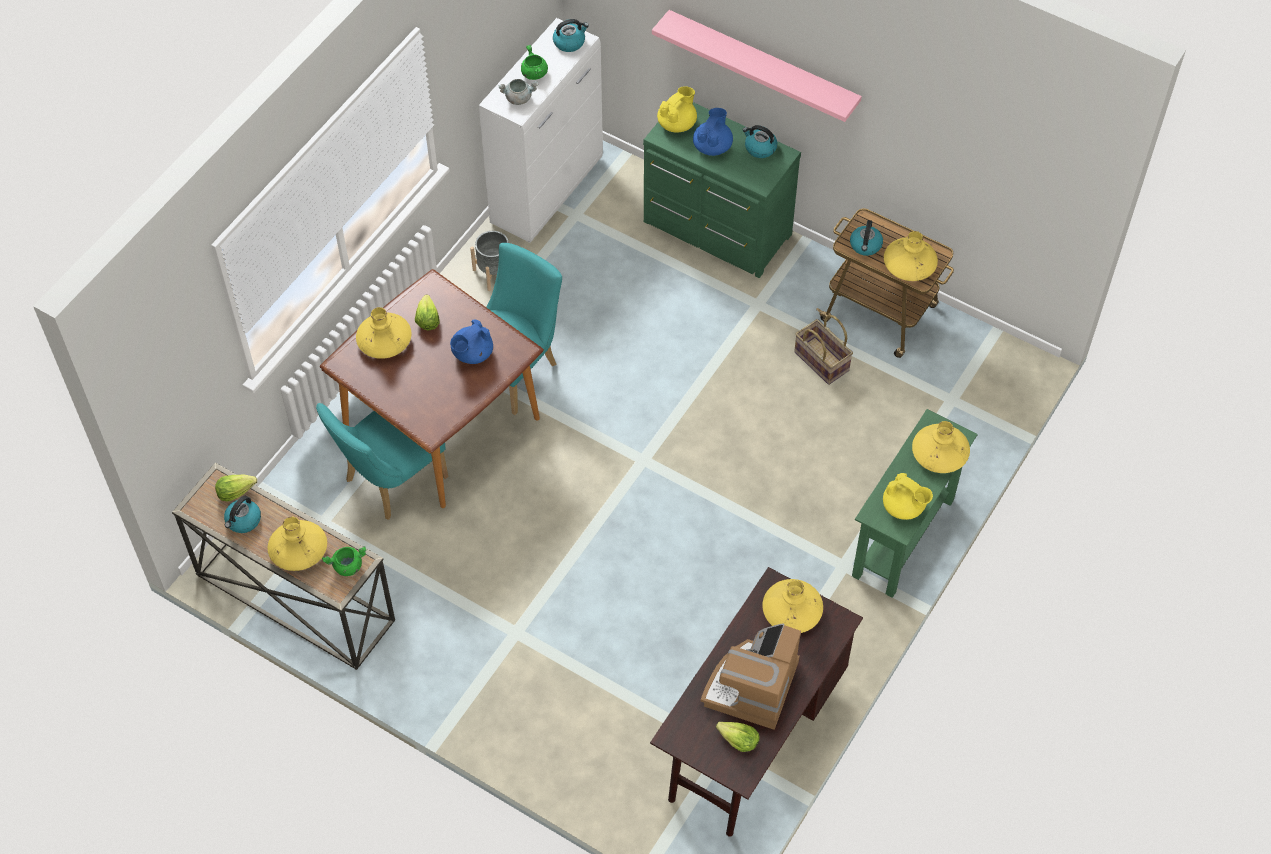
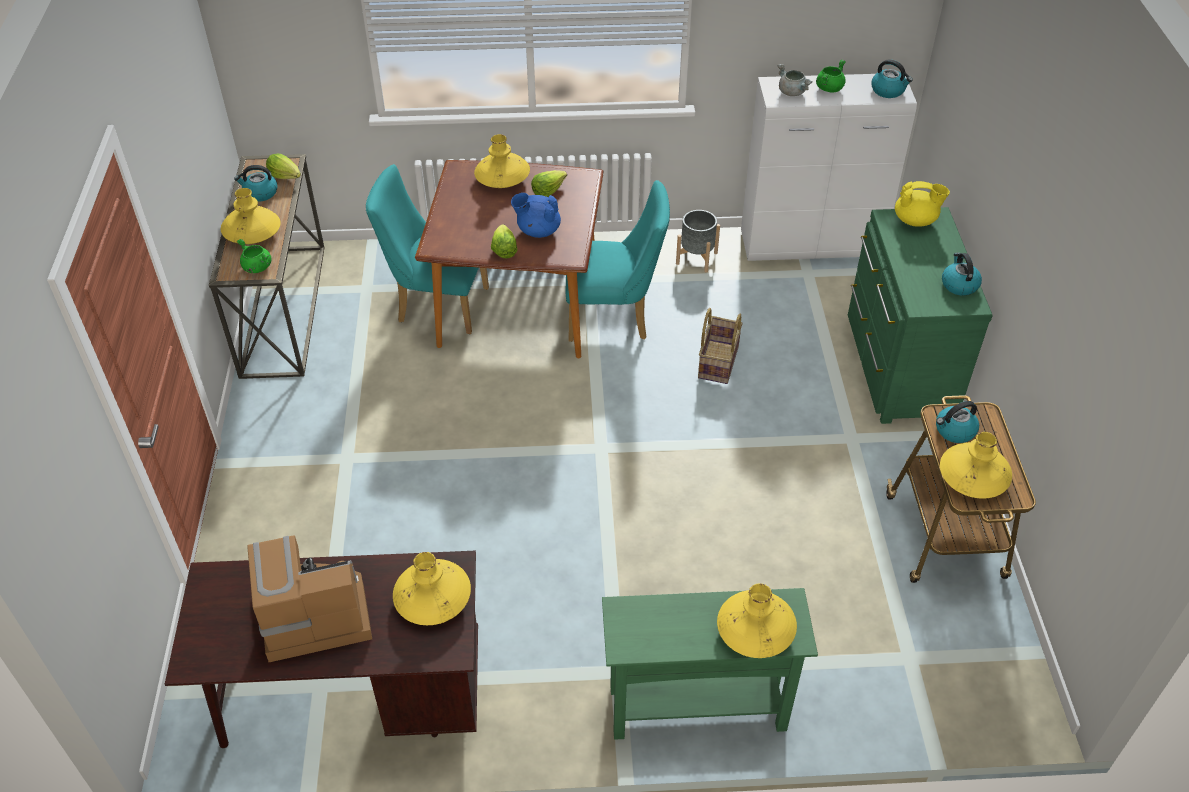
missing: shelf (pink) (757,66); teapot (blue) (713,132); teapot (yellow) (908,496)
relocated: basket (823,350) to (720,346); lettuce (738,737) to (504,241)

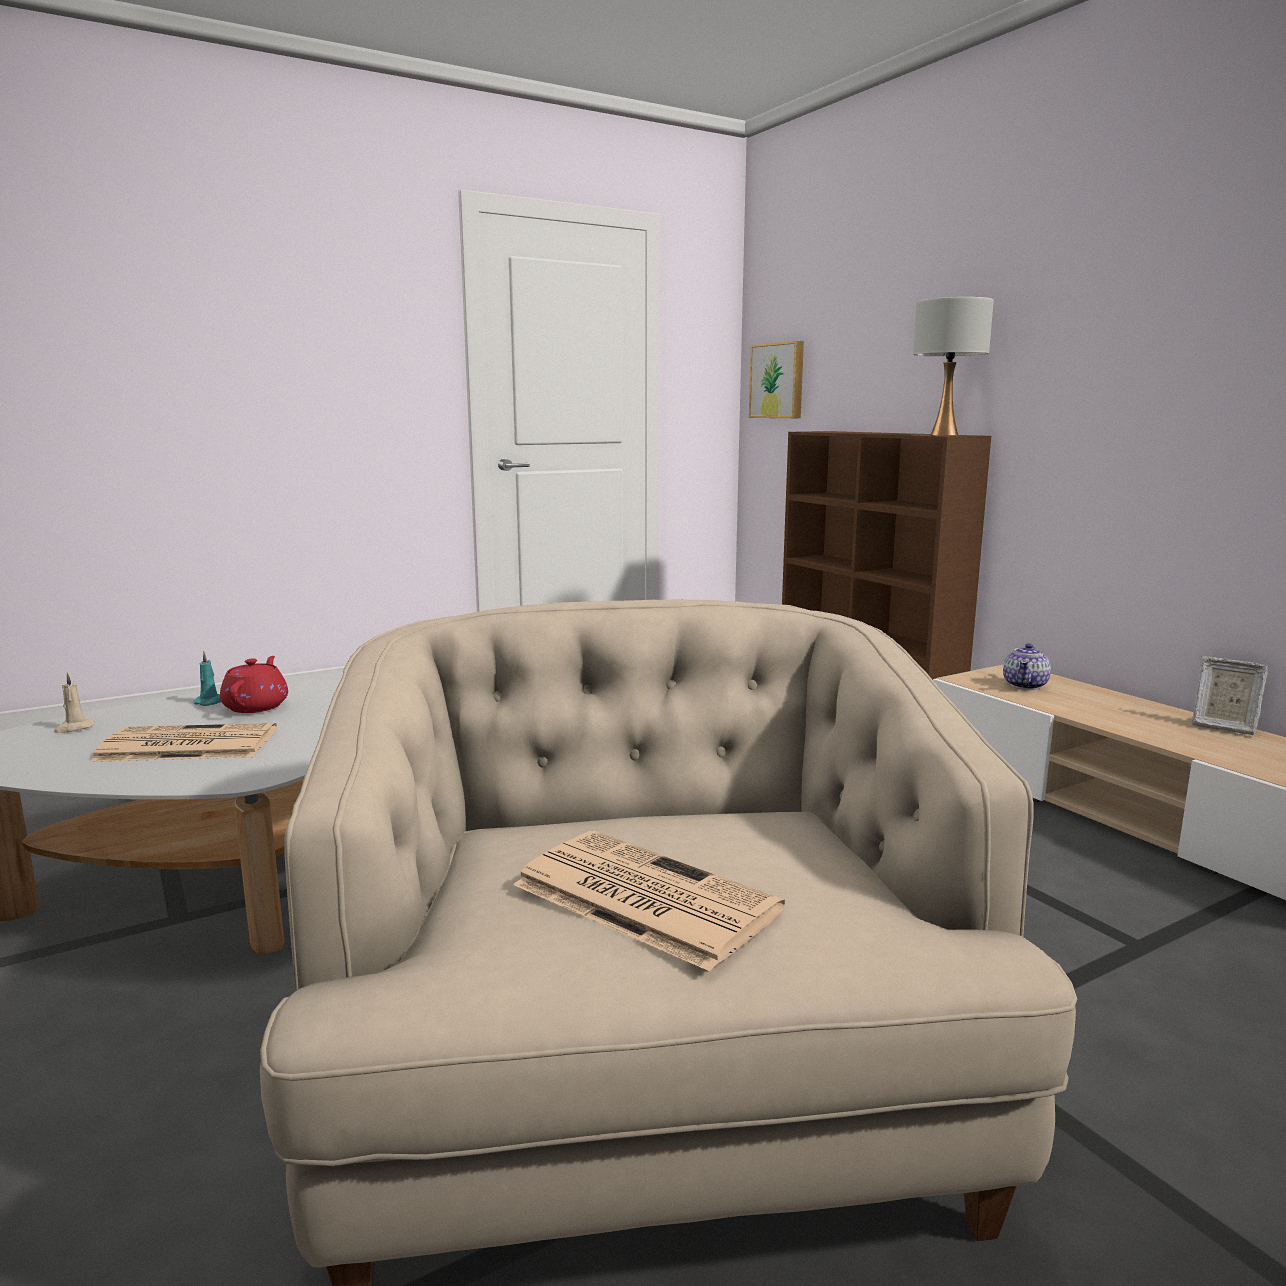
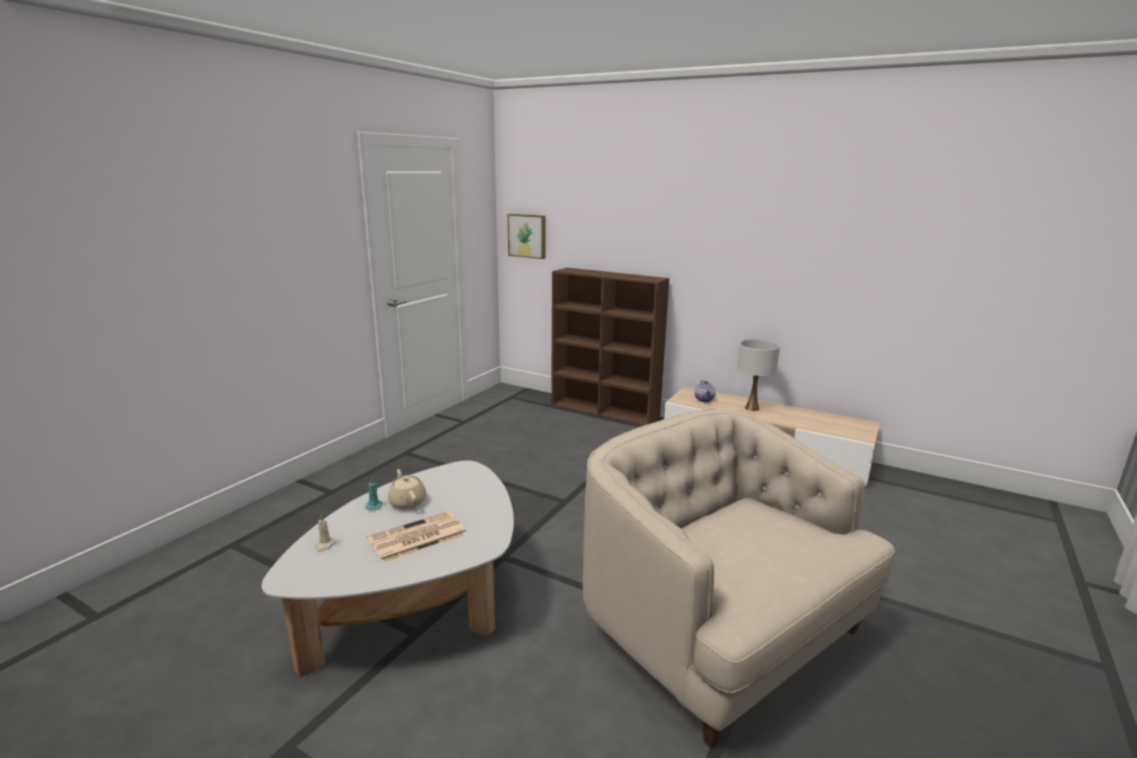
missing: picture frame (1230,695); newspaper (649,901)
relocated: table lamp (white) (953,366) to (758,375)
colour: teapot (red) (254,684) to teapot (beige) (407,489)

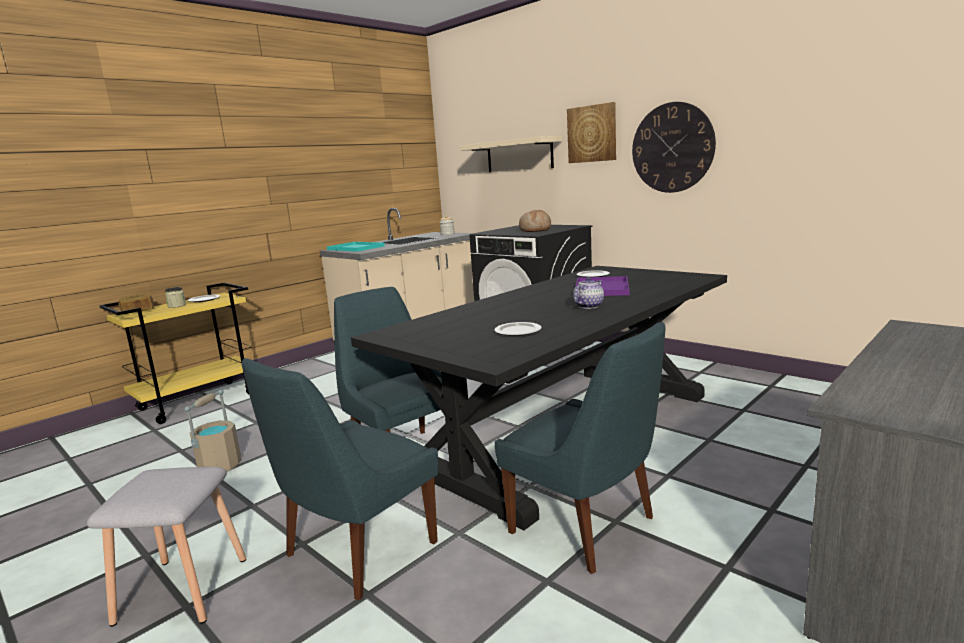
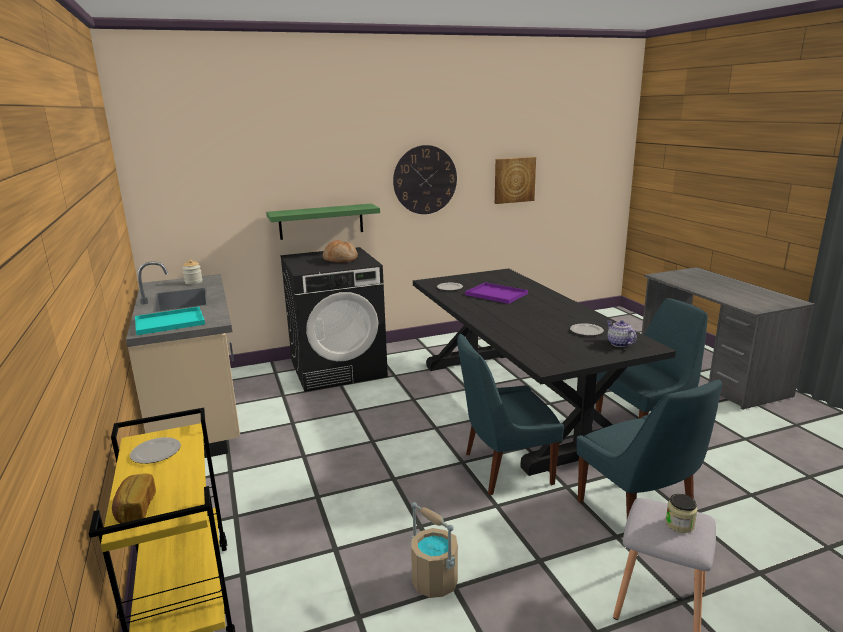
missing: shelf (beige) (511,154)
appeared: shelf (green) (323,222)
relocated: picture (591,132) to (515,180); teapot (588,293) to (622,333); jar (175,297) to (681,513)

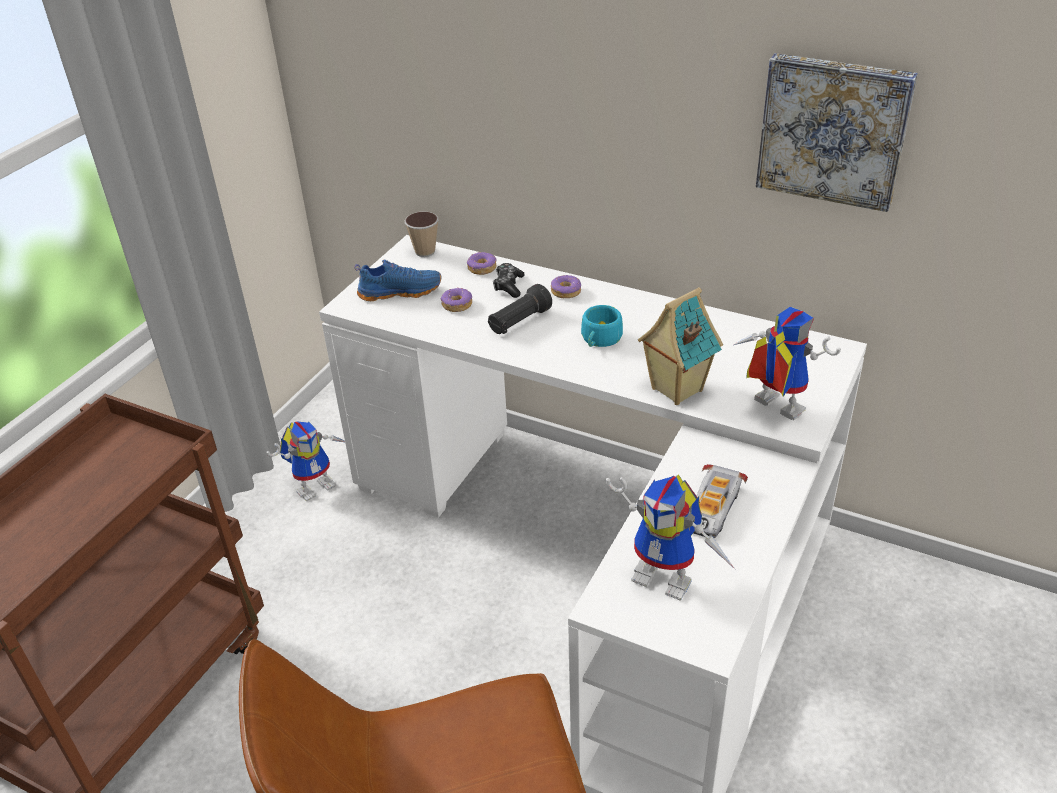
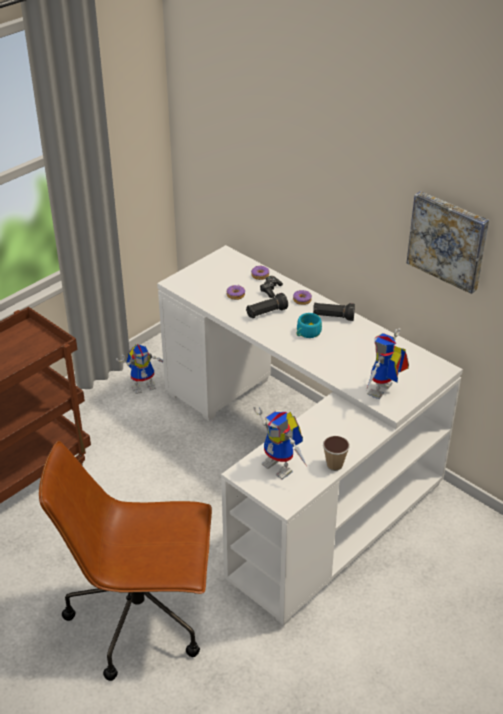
missing: shoe (blue) (397,280); toy house (680,346); toy car (720,501)
appeared: flashlight (black) (334,312)
relocated: cup (421,234) to (336,453)
spun: toy robot (787,363) = (387,363) 120 degrees counterclockwise

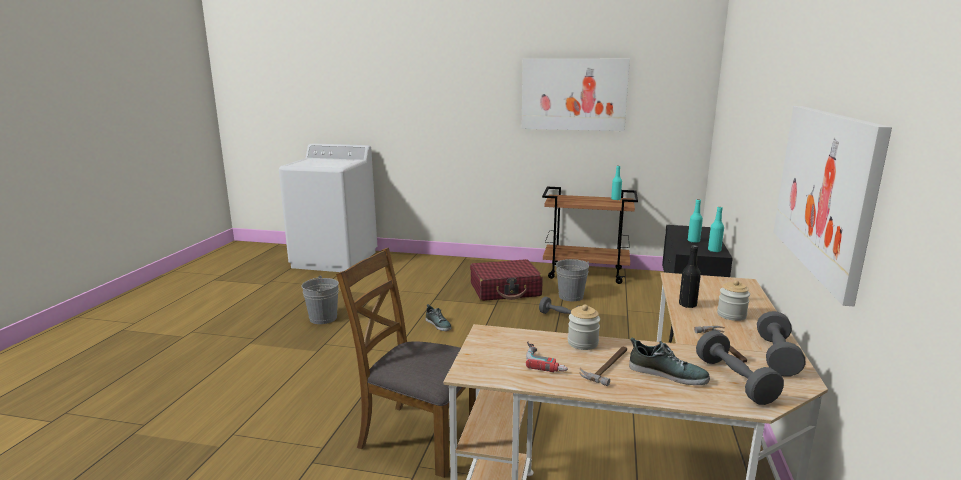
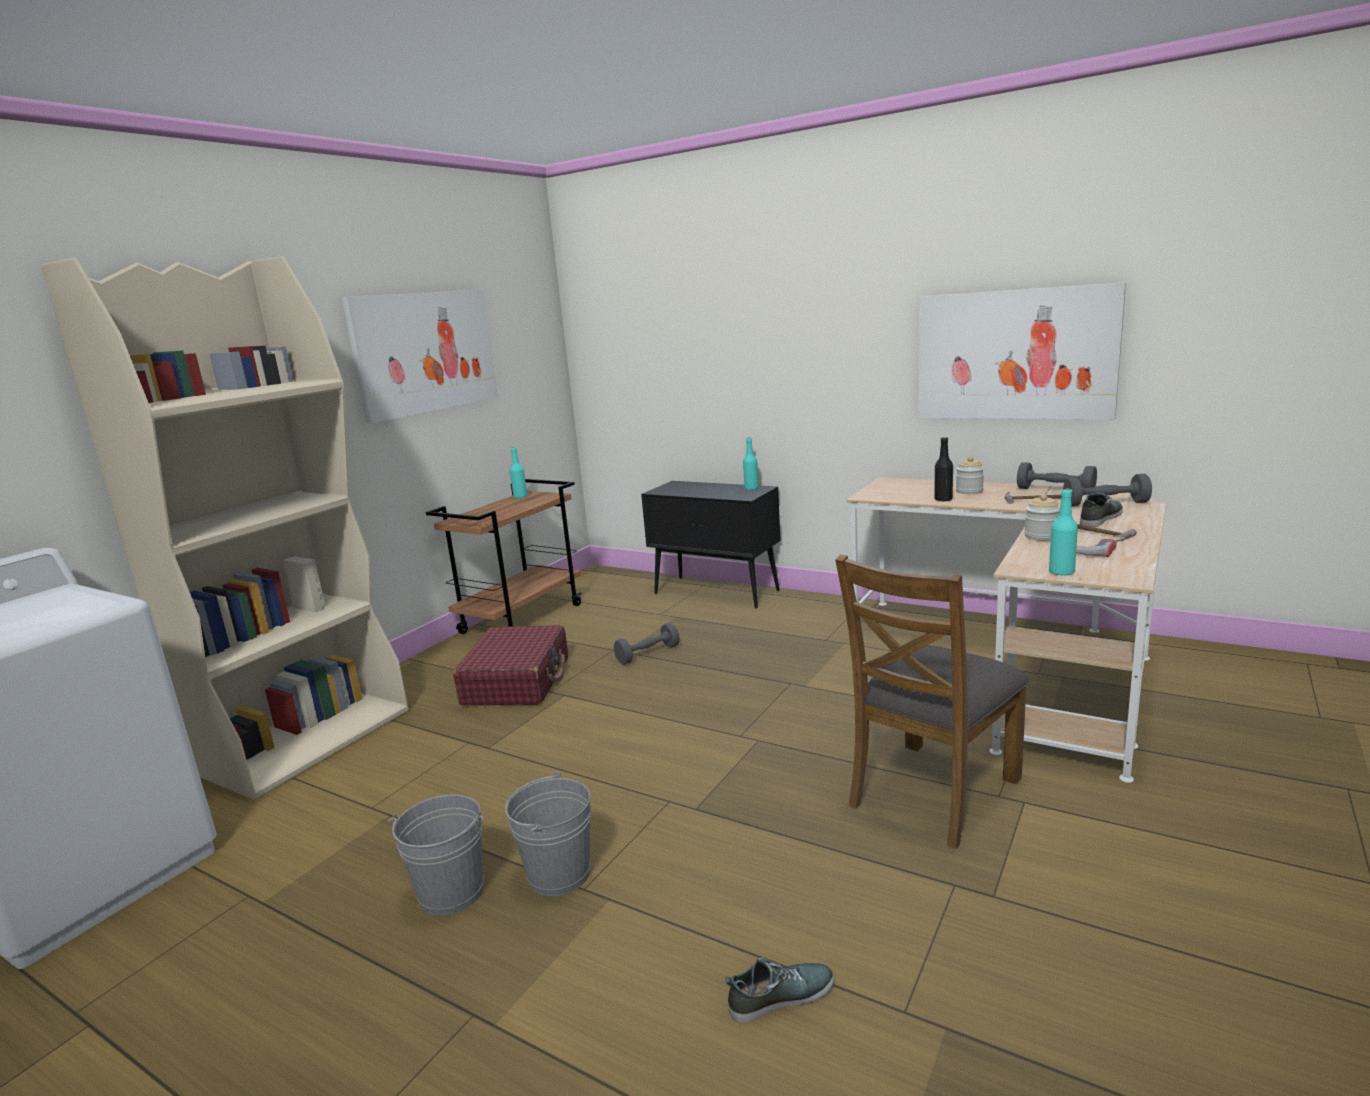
appeared: bookcase (beige) (225,528)
relocated: bottle (turquoise) (695,221) to (1063,532); bucket (grey) (572,280) to (548,834); shoe (438,317) to (779,990)

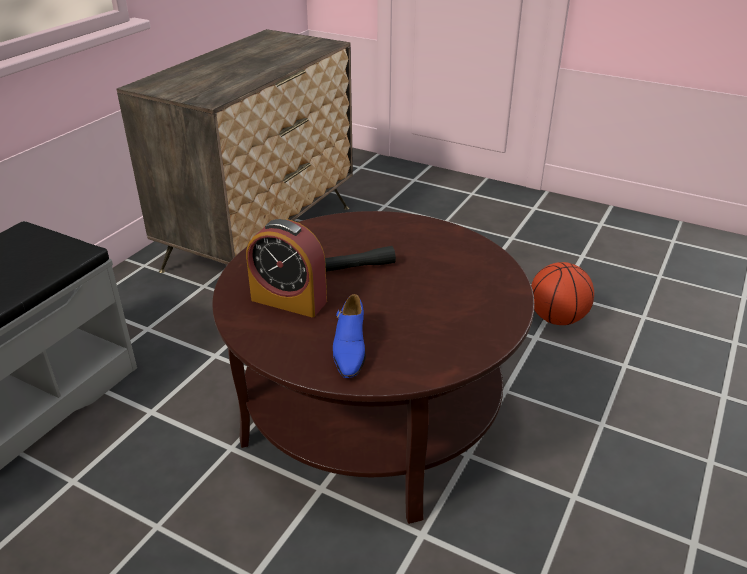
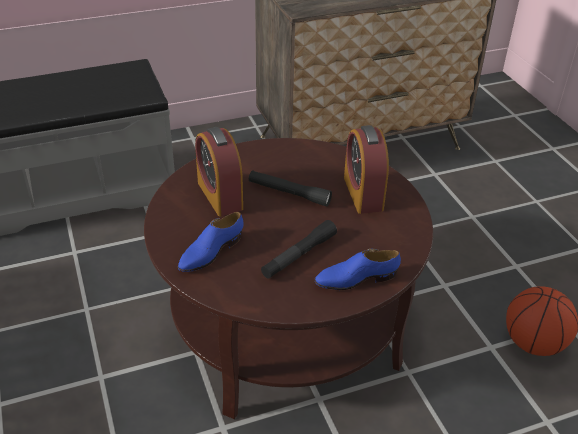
appeared: alarm clock (366,169); flashlight (black) (299,249); shoe (blue) (358,269)

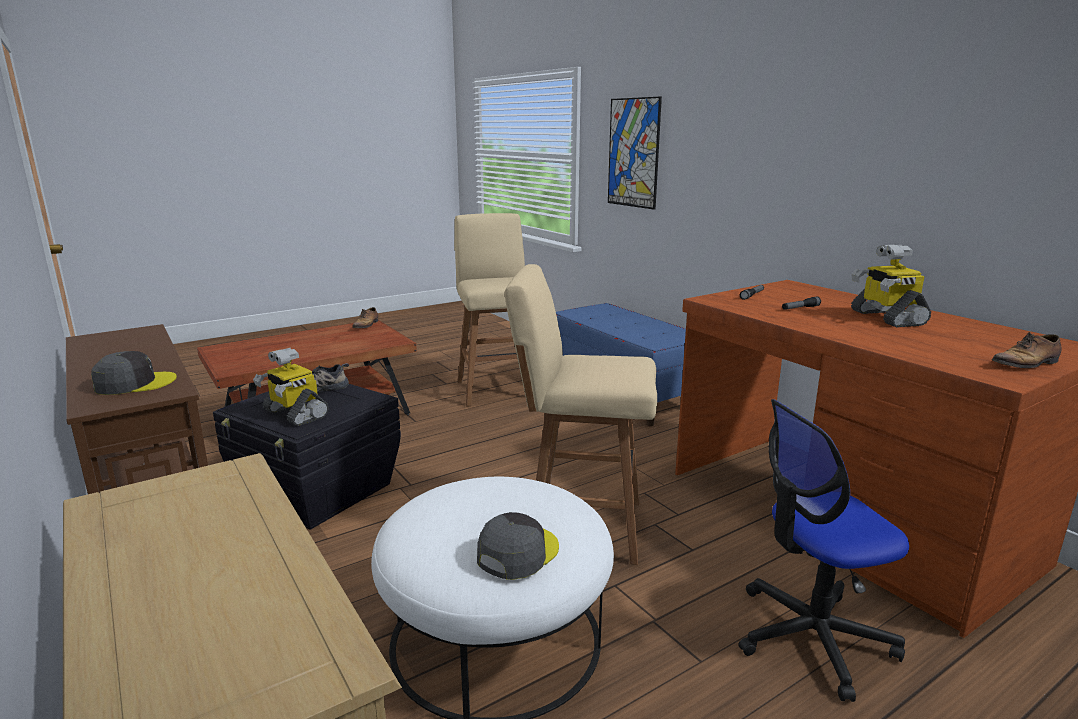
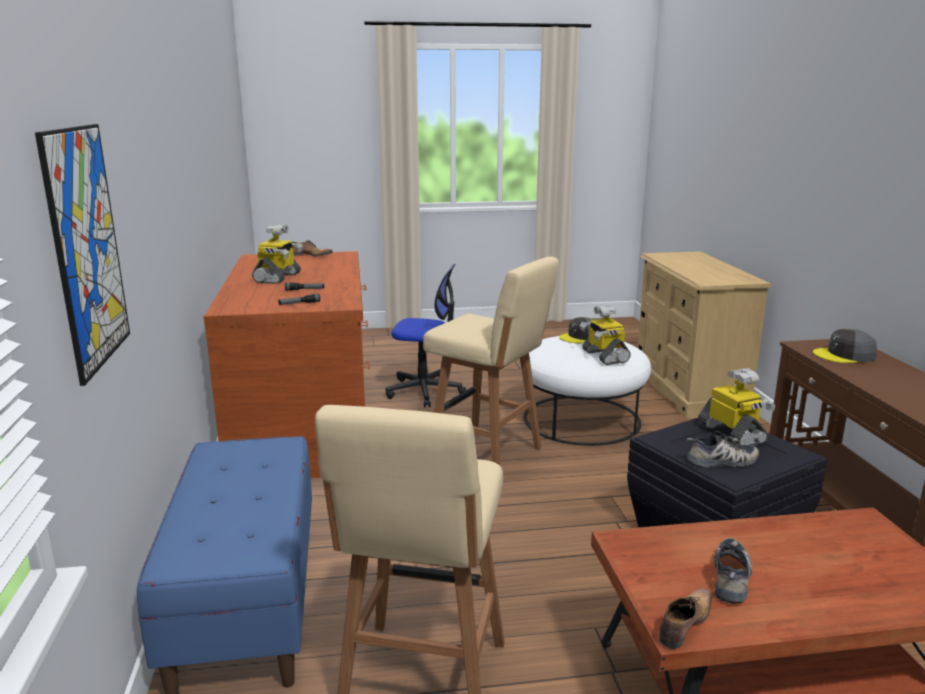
appeared: toy robot (605,335); shoe (733,571)

